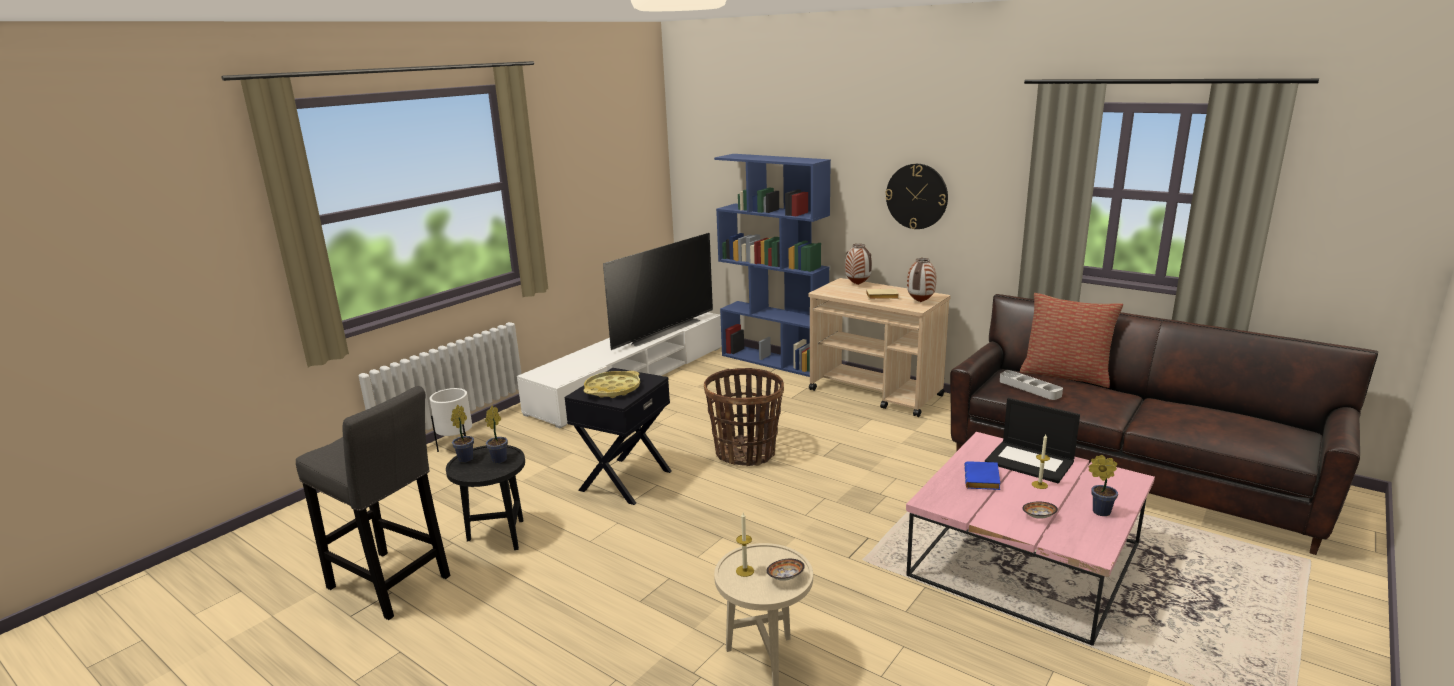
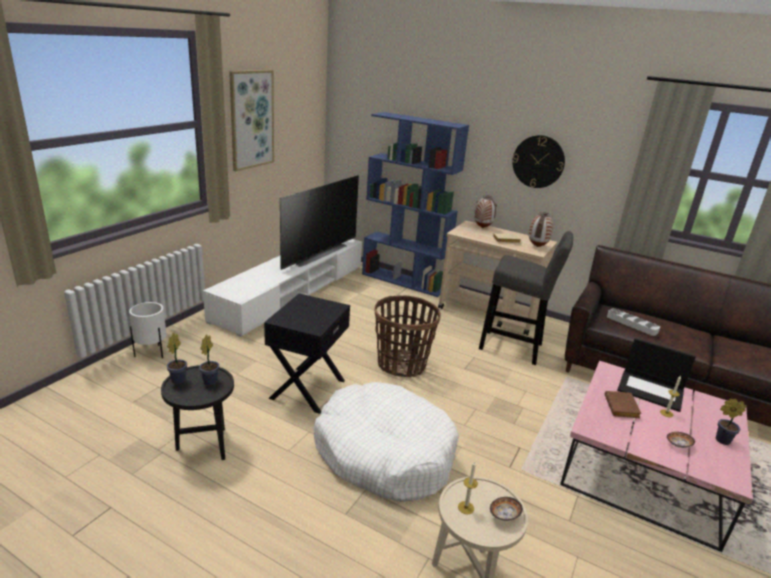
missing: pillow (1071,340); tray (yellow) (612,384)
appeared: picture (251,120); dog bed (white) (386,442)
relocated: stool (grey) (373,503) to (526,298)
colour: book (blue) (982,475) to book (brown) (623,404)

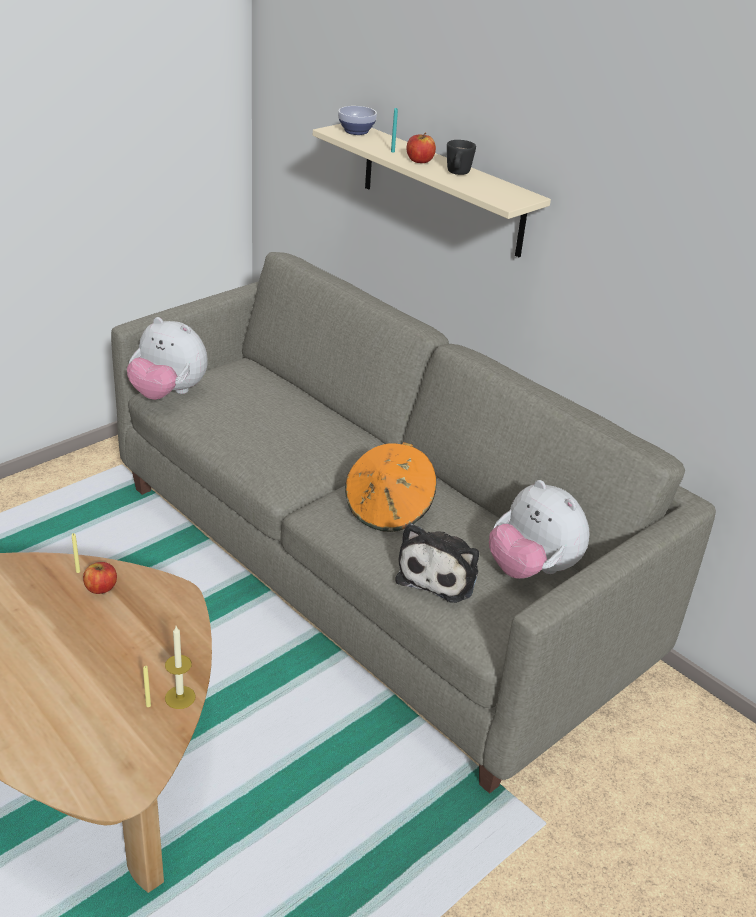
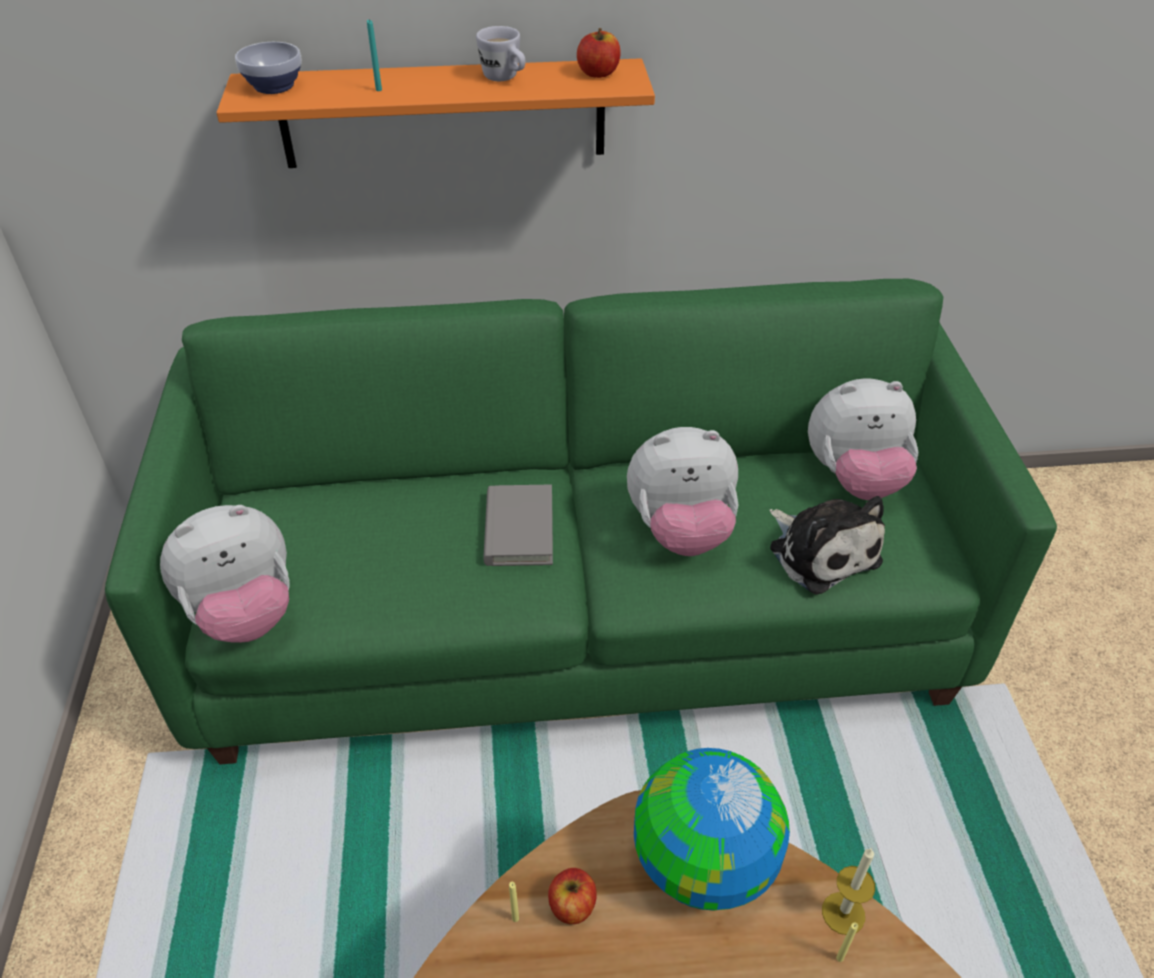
appeared: book (grey) (518,525); globe (712,829)
relocated: apple (421,148) to (598,53)
exchanged: hat (orange) (390,487) to plush toy (683,491)
colour: shelf (beige) (432,190) to shelf (orange) (435,113); mug (black) (461,157) to mug (white) (501,53); sofa (grey) (413,522) to sofa (green) (581,521)

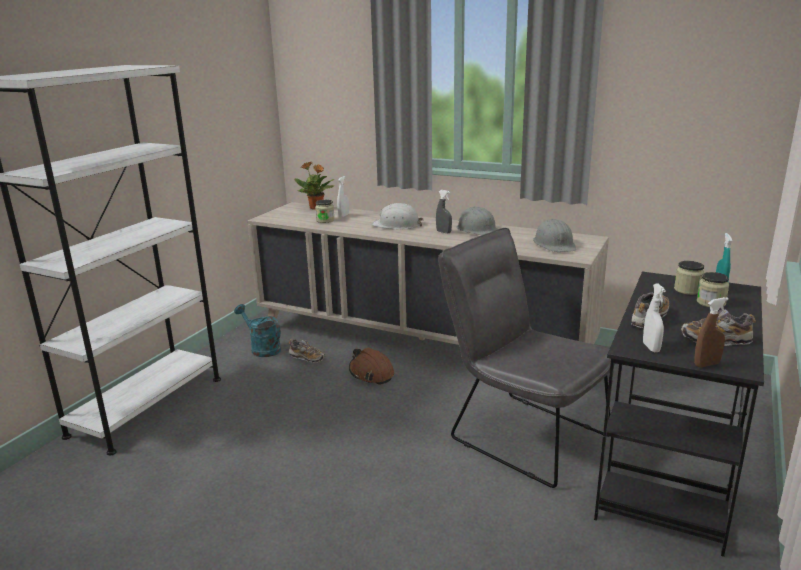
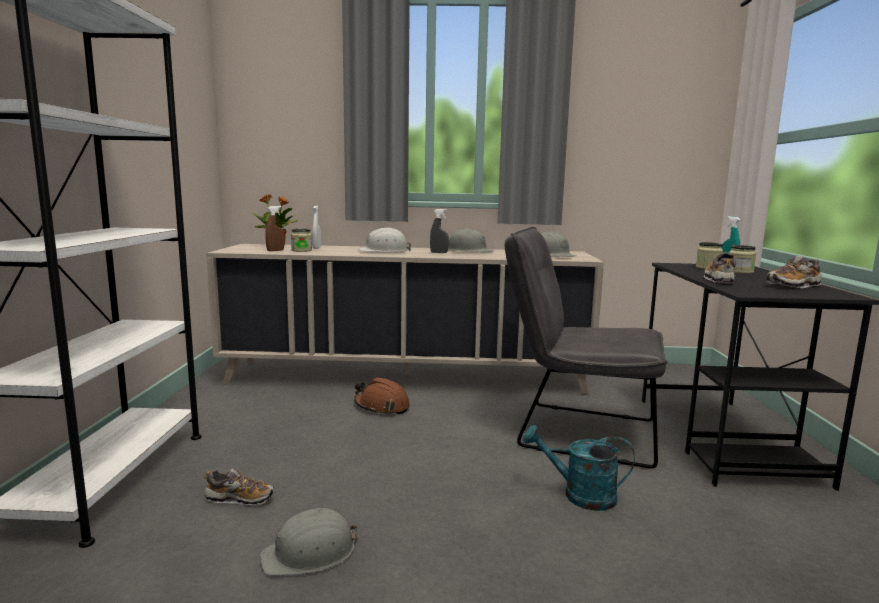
missing: spray bottle (white) (654,317)
appeared: hard hat (grey) (309,542)
relocated: spray bottle (brown) (711,332) to (275,228); watering can (turquoise) (257,330) to (579,468); shoe (307,351) to (239,486)

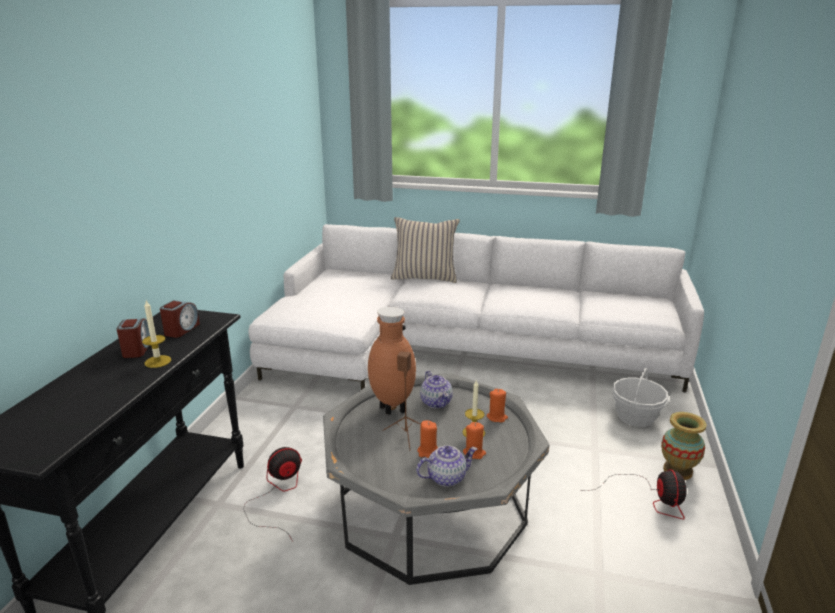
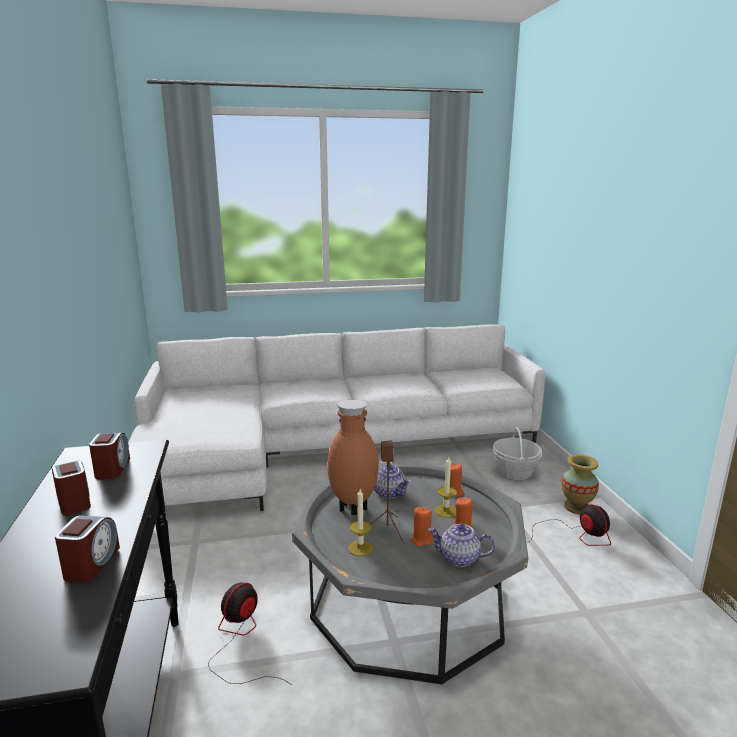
missing: pillow (beige) (425,250)
appeared: alarm clock (87,549)
relocated: candle (156,334) to (360,522)
spun: teapot (446,466) = (461,545) 120 degrees counterclockwise

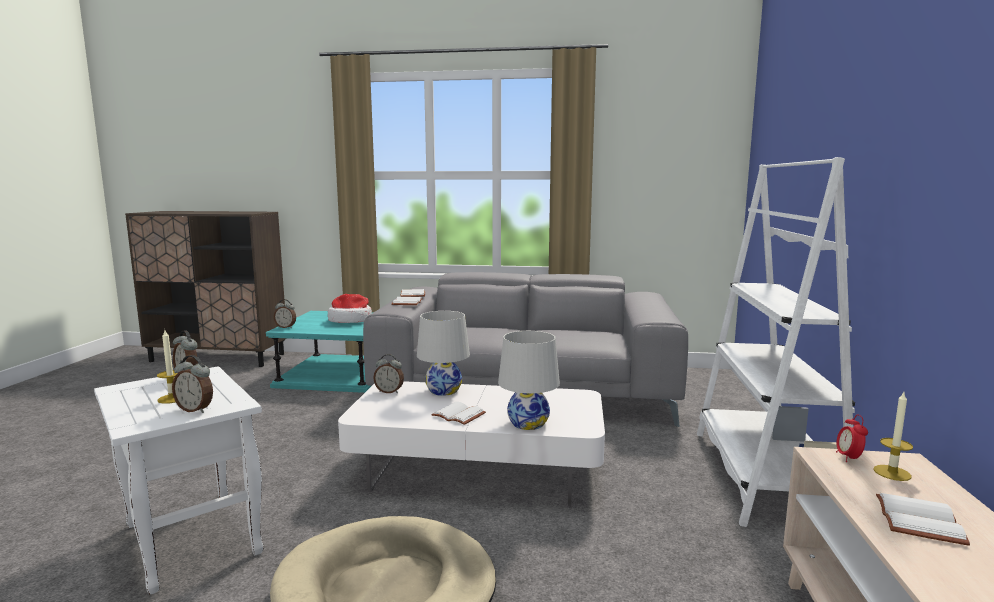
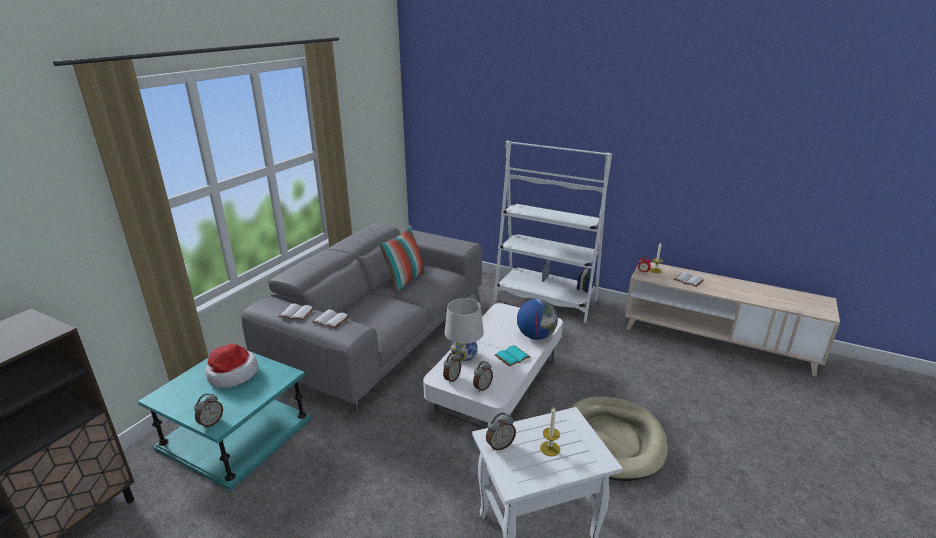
appeared: pillow (402,259)
relocated: alarm clock (192,384) to (483,376)
exchanged: table lamp (white) (529,380) to globe (537,319)
colour: book (white) (458,413) to book (turquoise) (512,356)

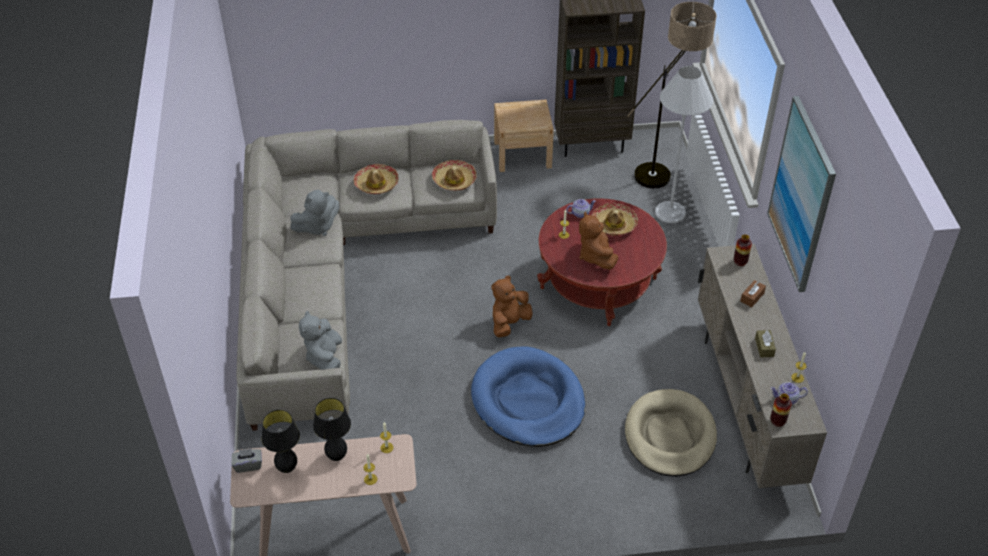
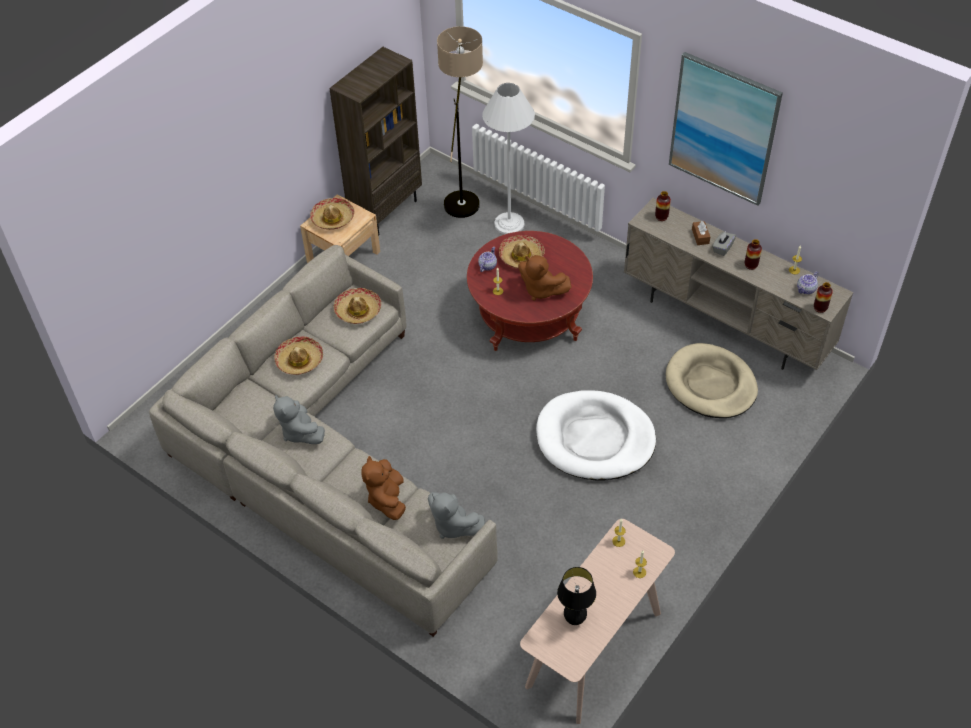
missing: table lamp (black) (332,429)
appeared: hat (332,214)
relocated: plush toy (brown) (512,307) to (383,488); tissue box (grey) (247,461) to (724,243)
exchanged: tissue box (brown) (765,343) to vase (753,254)
colour: dog bed (blue) (528,396) to dog bed (white) (596,435)
spun: plush toy (grey) (314,213) = (299,419) 135 degrees clockwise

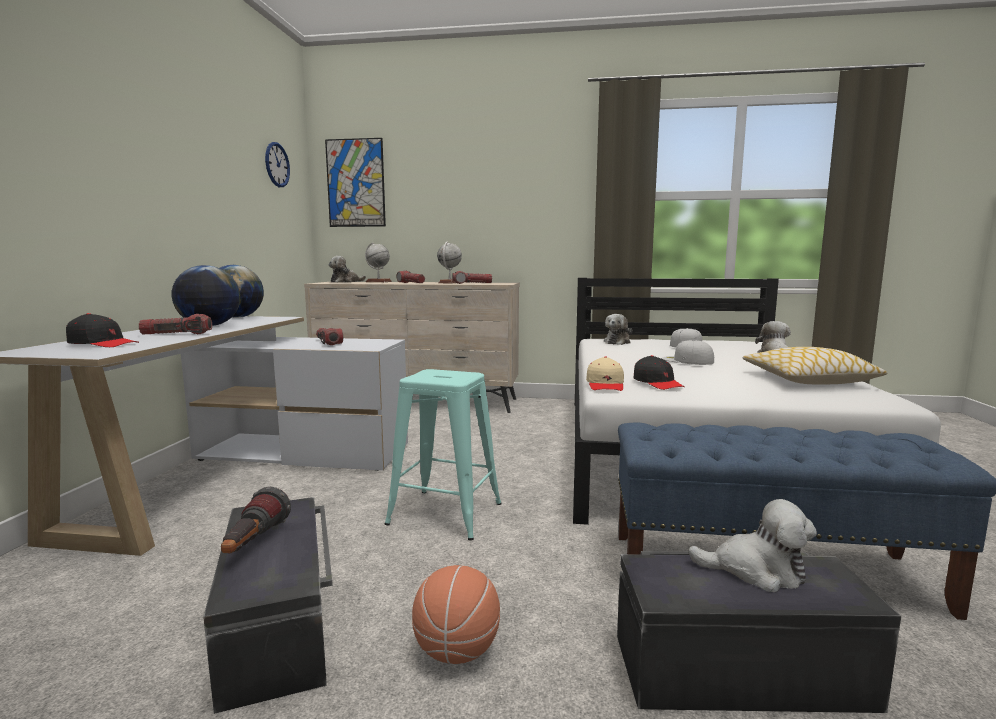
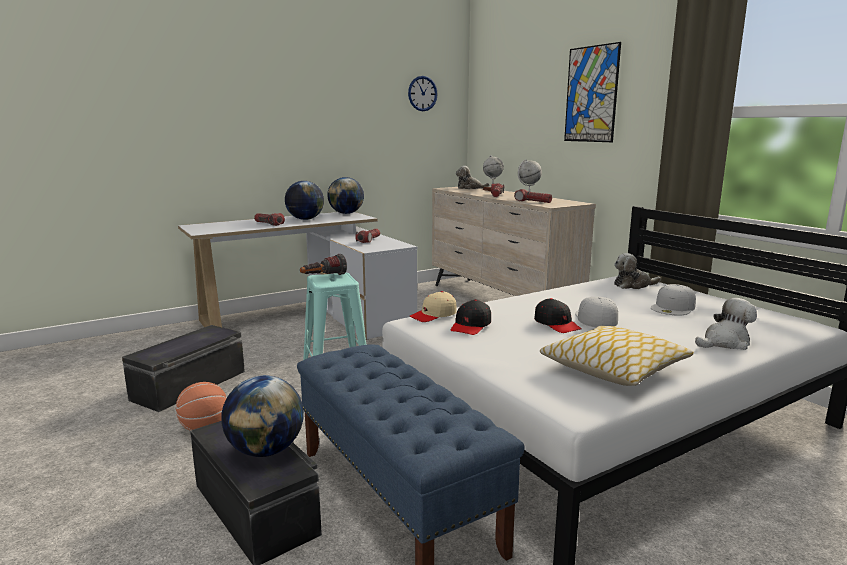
relocated: picture (355,182) to (592,92); cap (black) (102,330) to (557,315); flashlight (256,520) to (323,264)
exchanged: plush toy (752,545) to globe (262,416)

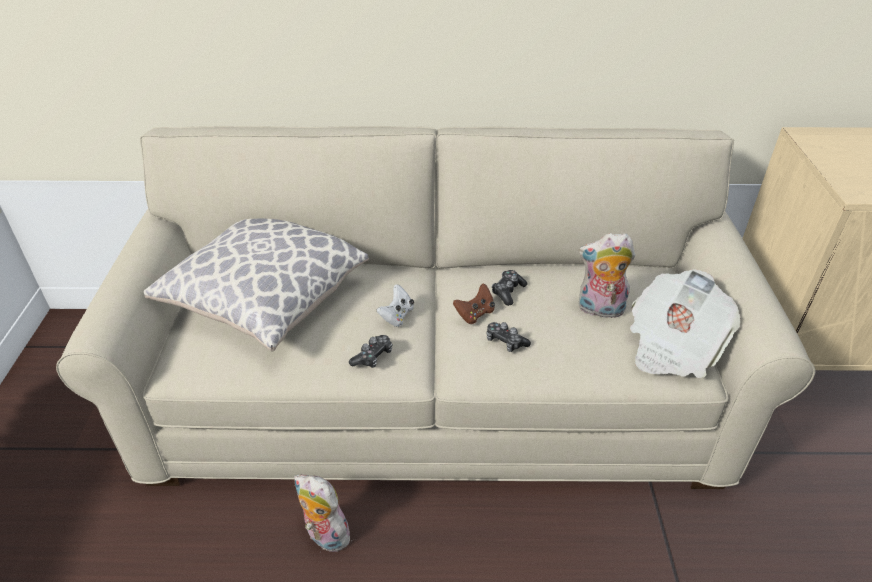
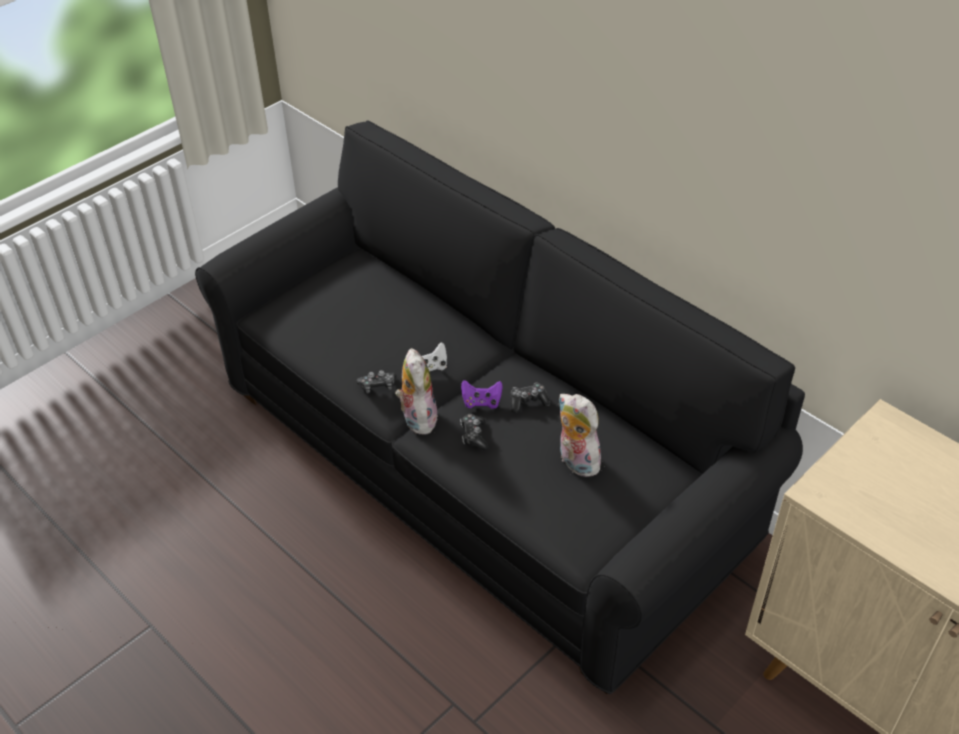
missing: pillow (256,285); newspaper (685,323)
relocated: plush toy (322,513) to (416,391)
colour: sofa (beige) (435,307) to sofa (black) (500,407); game controller (brown) (474,303) to game controller (purple) (482,394)

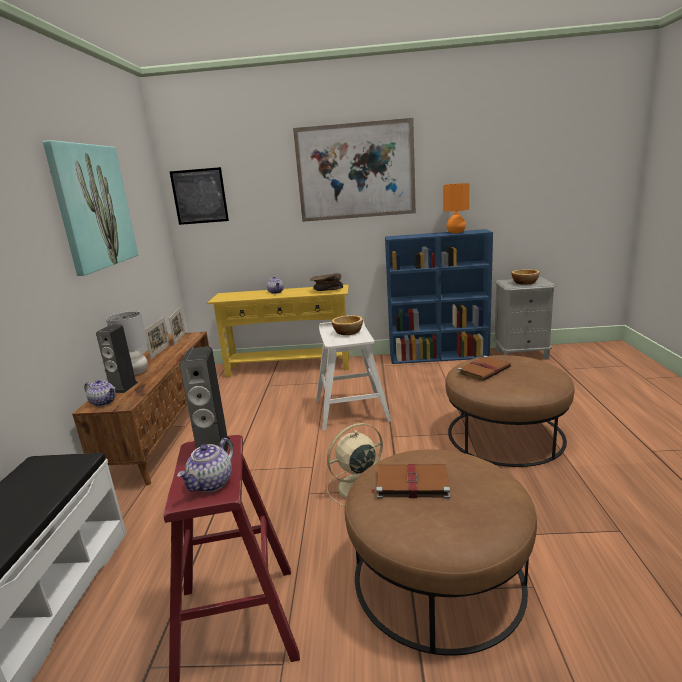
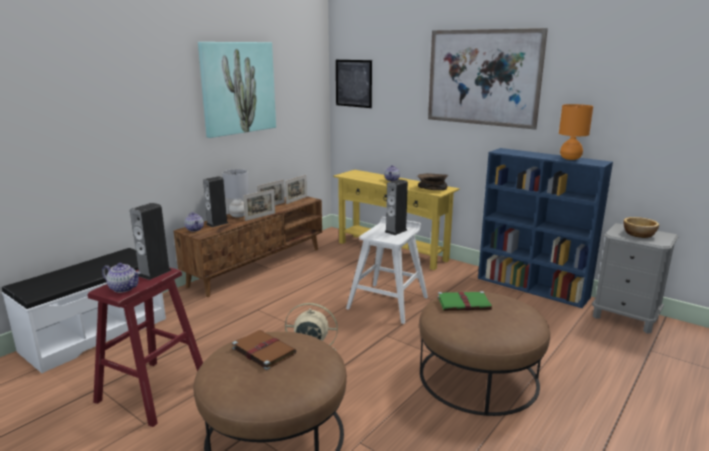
appeared: picture frame (259,205)
exchanged: bowl (347,325) to speaker (396,207)
colour: book (brown) (484,368) to book (green) (465,301)
spun: teapot (205,465) = (121,278) 135 degrees counterclockwise

